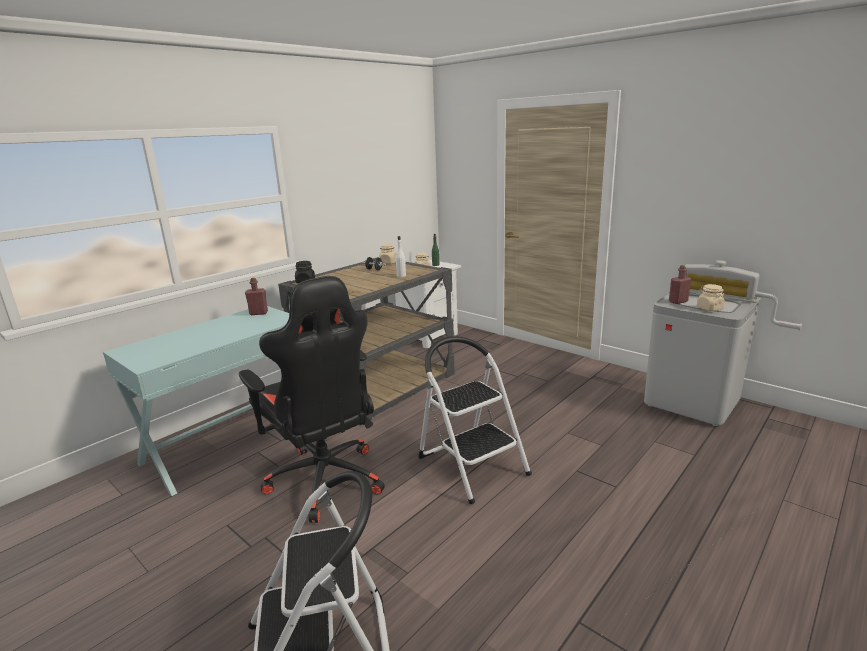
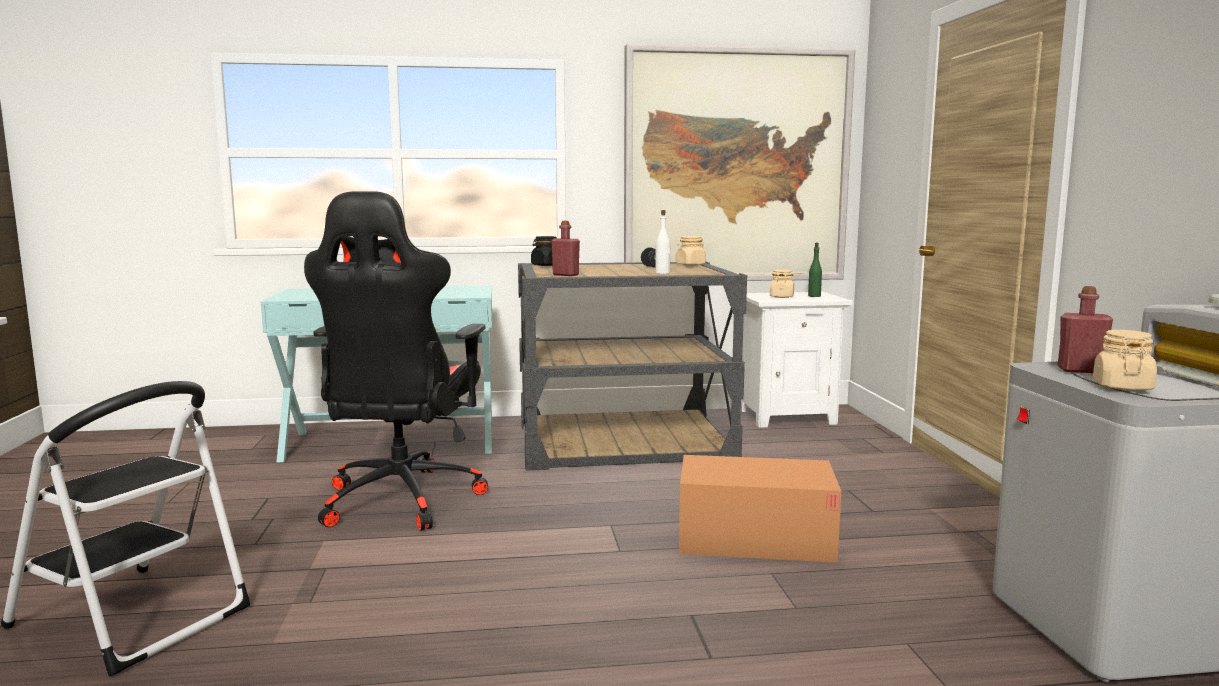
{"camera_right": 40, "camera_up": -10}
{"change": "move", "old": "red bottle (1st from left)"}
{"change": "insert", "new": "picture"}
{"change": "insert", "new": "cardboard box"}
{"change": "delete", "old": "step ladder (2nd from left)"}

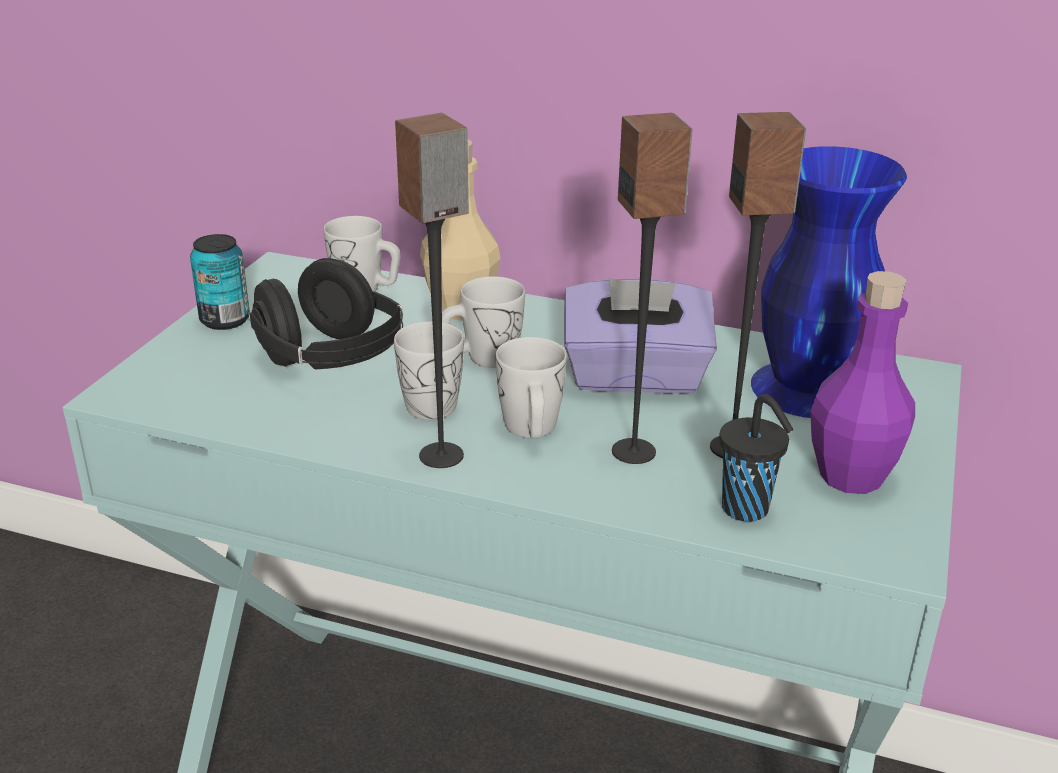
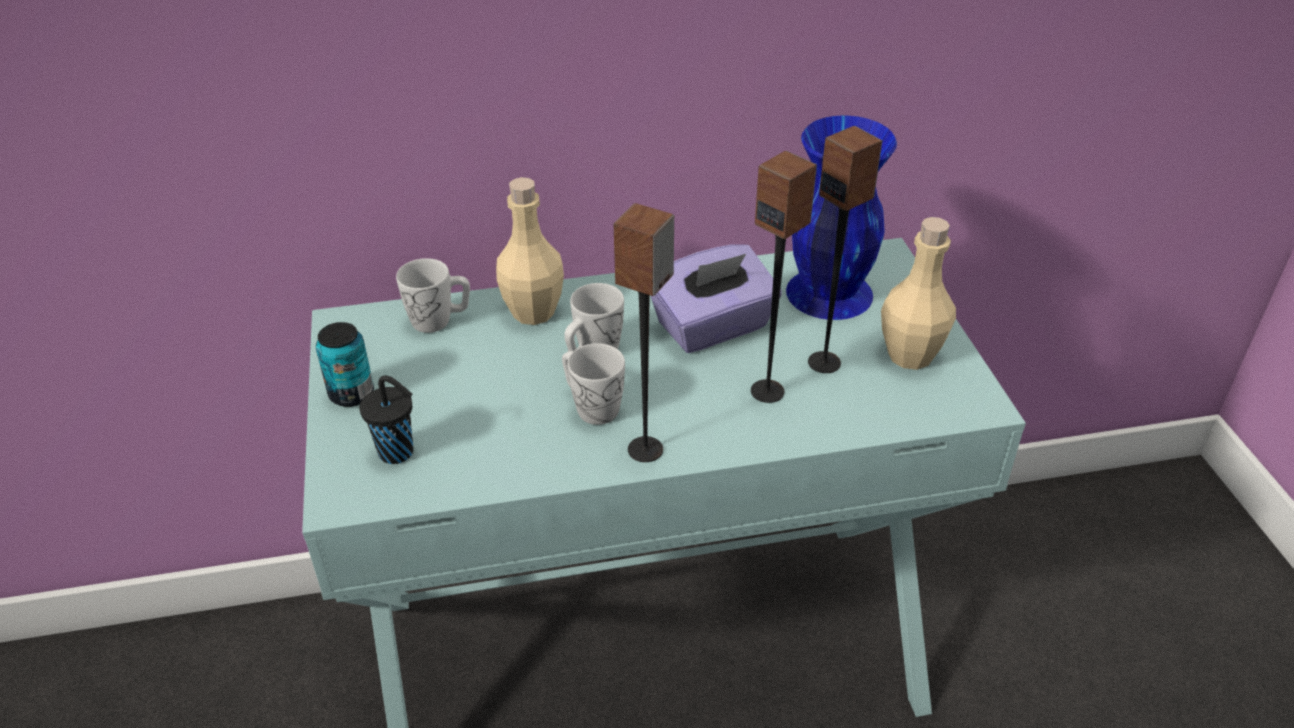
{"camera_right": -30, "camera_up": 10}
{"change": "move", "old": "black cup"}
{"change": "recolor", "old": "purple bottle", "new": "beige bottle (2nd from left)"}
{"change": "delete", "old": "black headphones"}
{"change": "delete", "old": "white mug (4th from left)"}

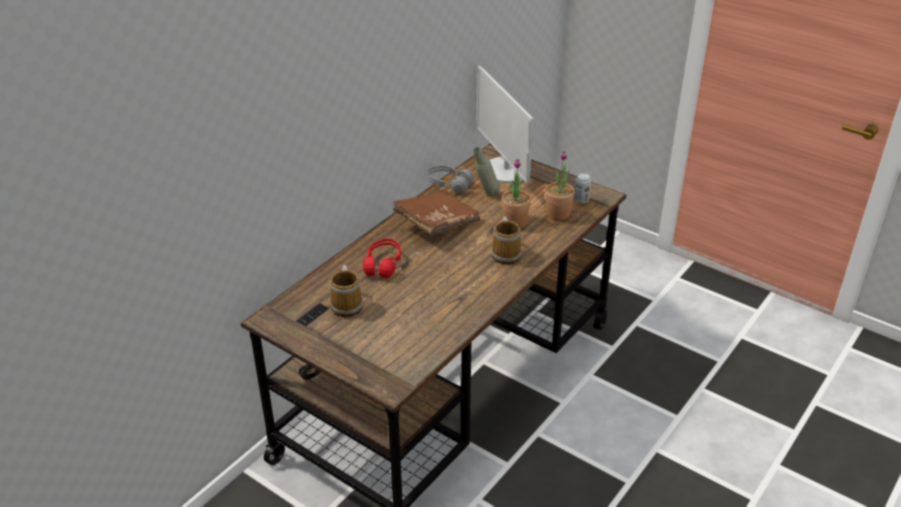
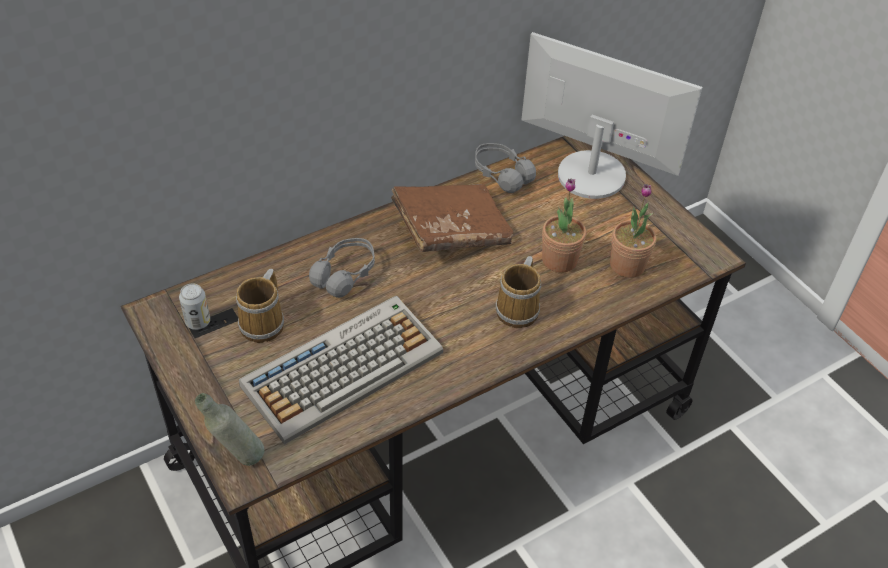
{"camera_right": 20, "camera_up": 10}
{"change": "move", "old": "can"}
{"change": "move", "old": "grey bottle"}
{"change": "insert", "new": "keyboard"}
{"change": "recolor", "old": "red headphones", "new": "grey headphones (1st from left)"}
{"change": "rotate", "old": "monitor", "degrees": 120}

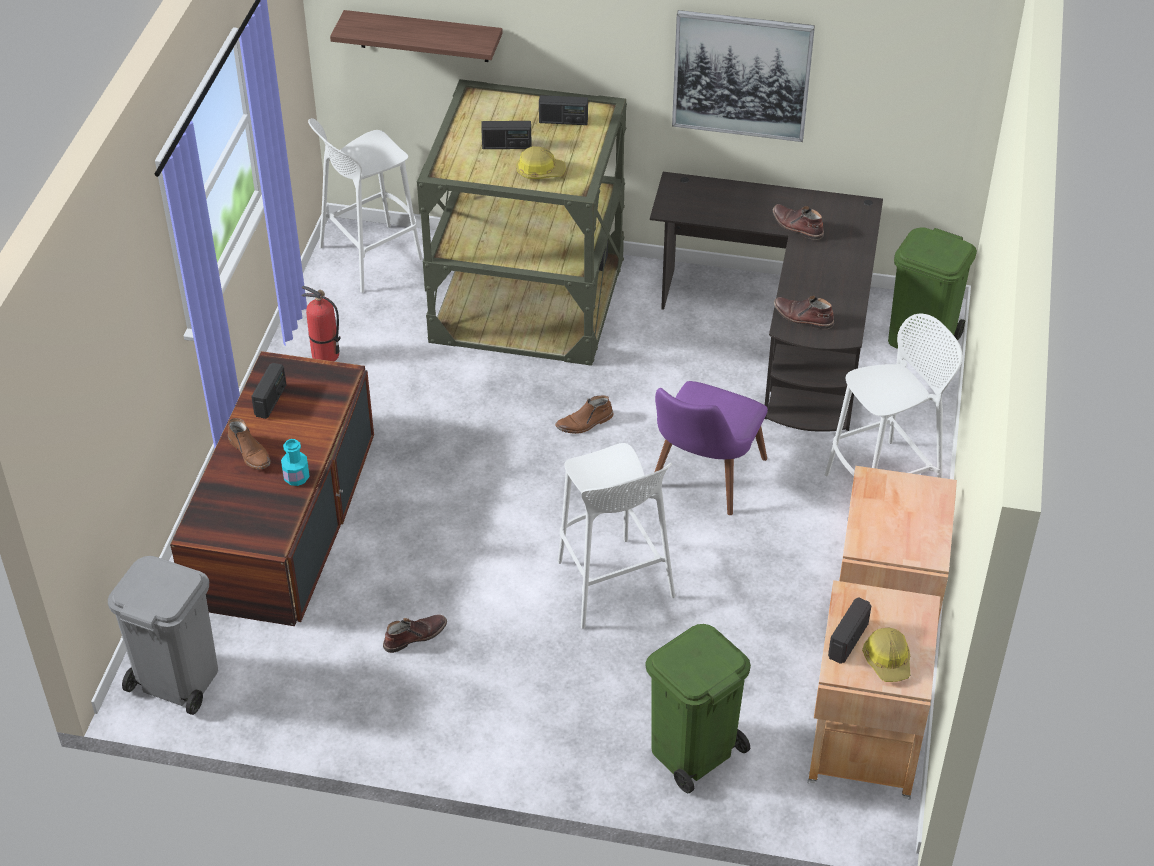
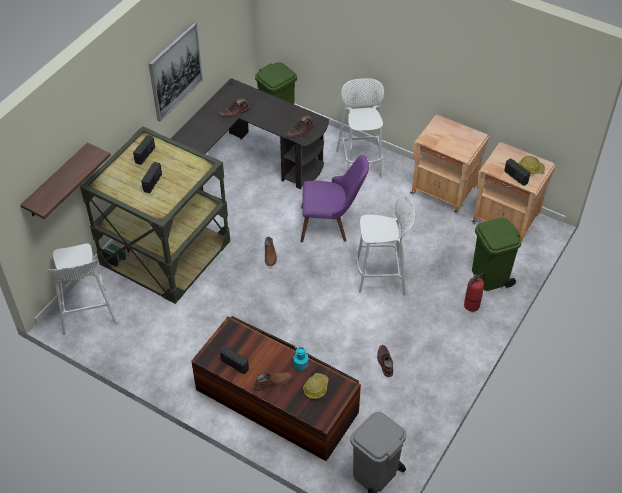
{"camera_right": -70, "camera_up": 5}
{"change": "rotate", "old": "purple chair", "degrees": -45}
{"change": "move", "old": "hard hat (1st from left)"}
{"change": "move", "old": "fire extinguisher"}

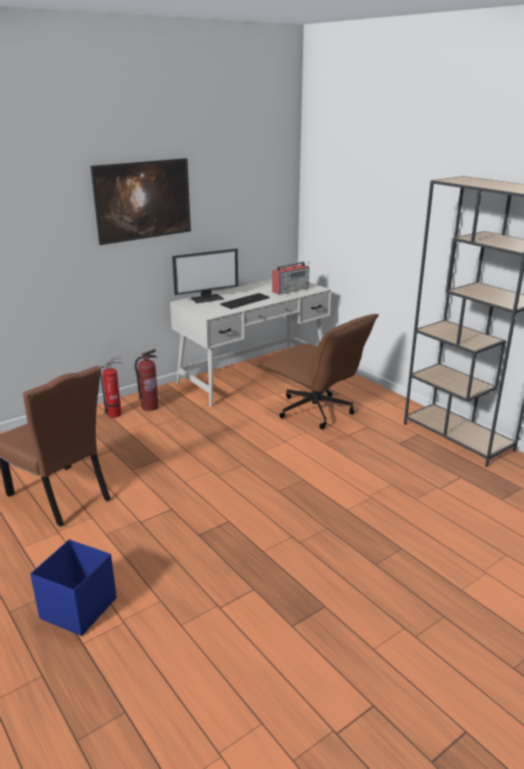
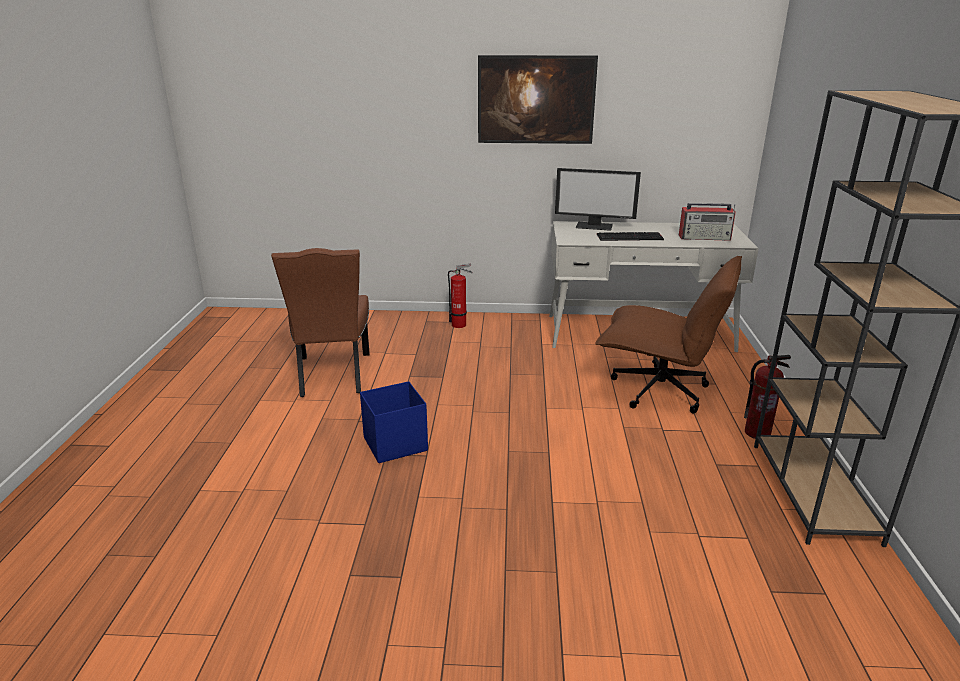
{"camera_right": 40, "camera_up": 0}
{"change": "move", "old": "blue storage box"}
{"change": "rotate", "old": "brown office chair", "degrees": -60}
{"change": "move", "old": "fire extinguisher (2nd from left)"}

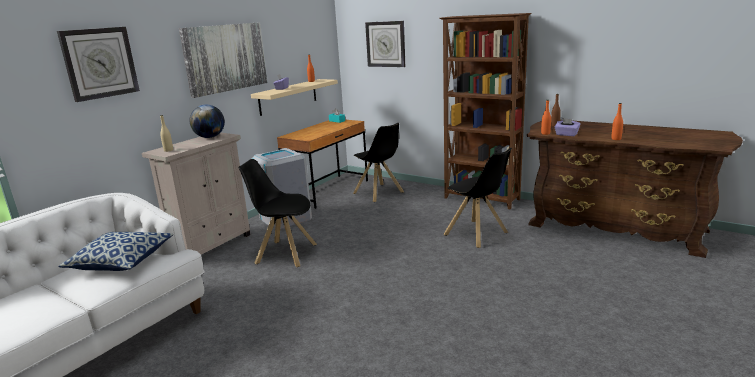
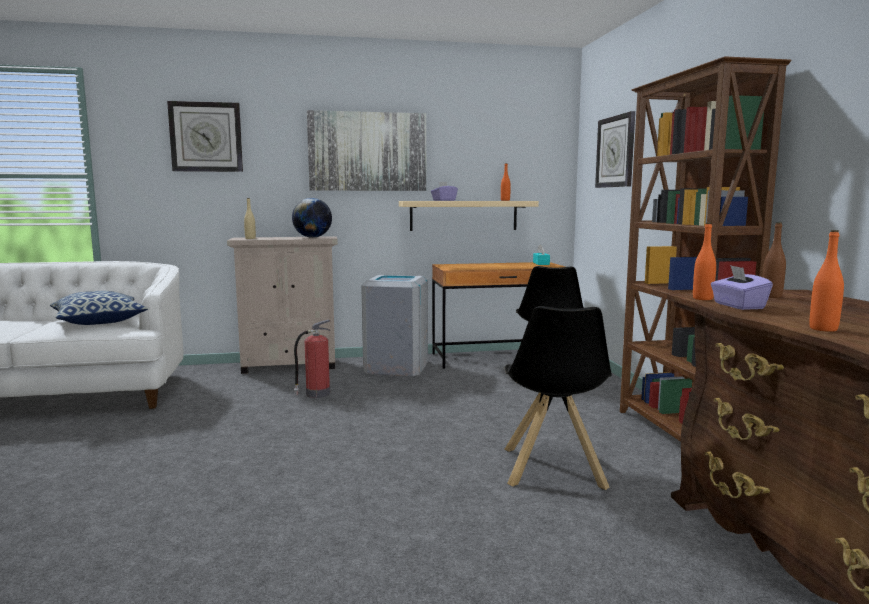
{"camera_right": 45, "camera_up": -10}
{"change": "replace", "old": "black chair (1st from left)", "new": "fire extinguisher"}

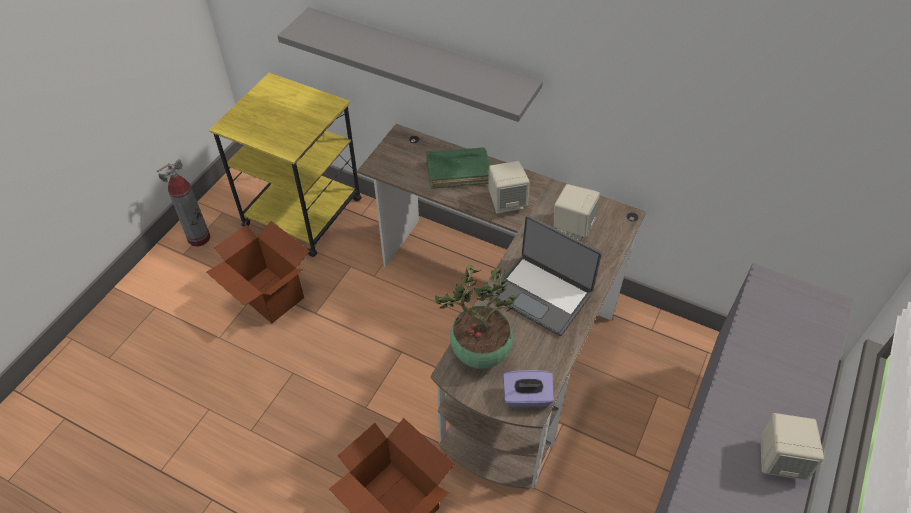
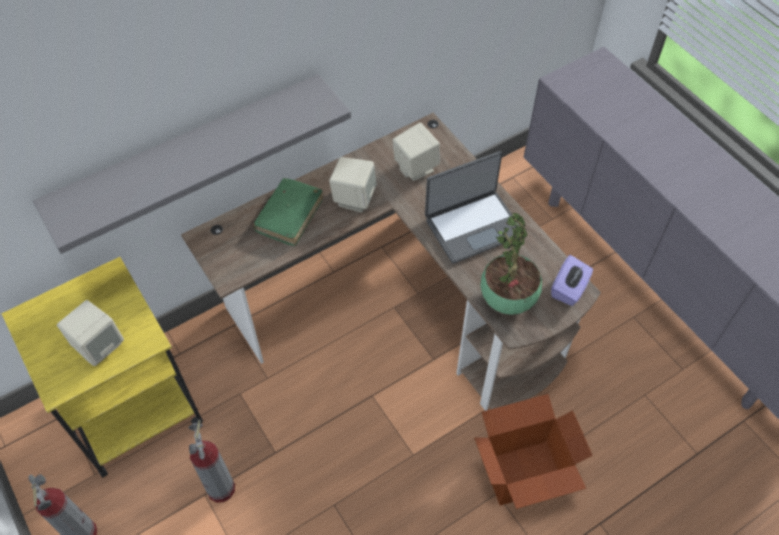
{"camera_right": -60, "camera_up": 5}
{"change": "move", "old": "beige speaker (3rd from left in the first image)", "new": "beige speaker (1st from left)"}
{"change": "replace", "old": "cardboard box (1st from left)", "new": "fire extinguisher (2nd from left)"}

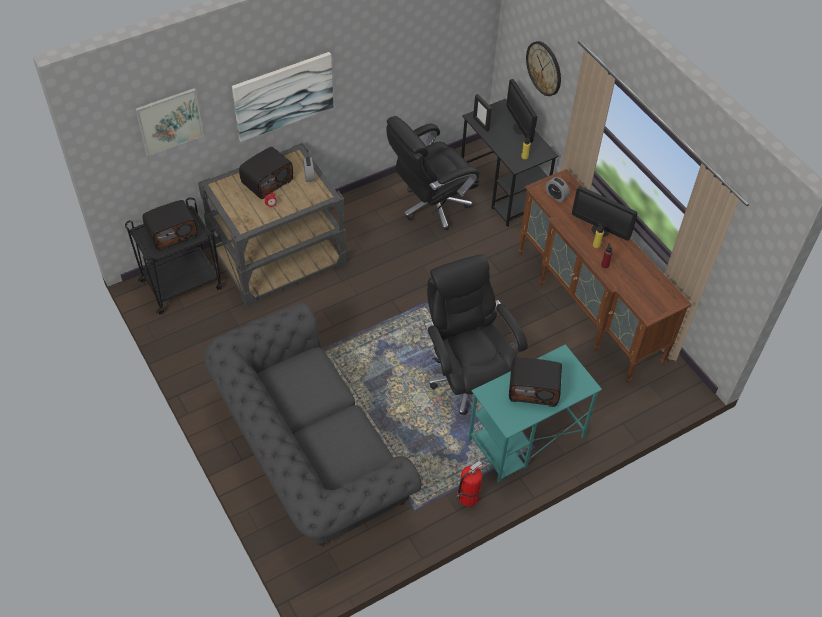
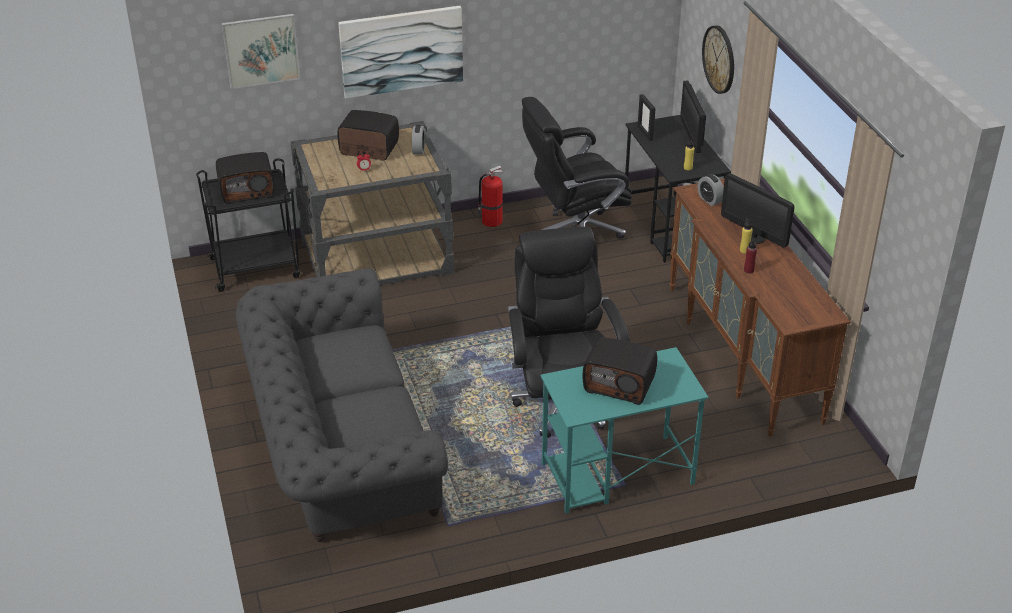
{"camera_right": 15, "camera_up": -15}
{"change": "rotate", "old": "radio (2nd from left)", "degrees": -135}
{"change": "move", "old": "fire extinguisher"}

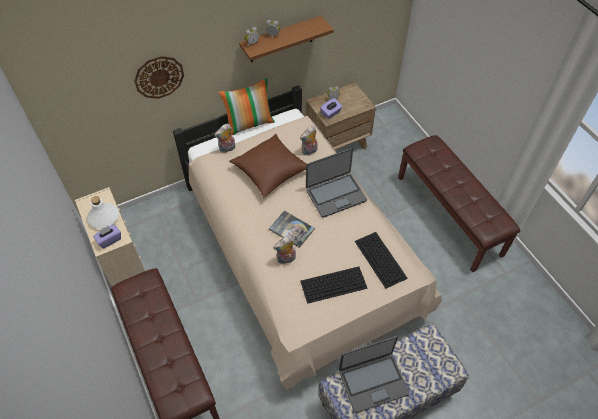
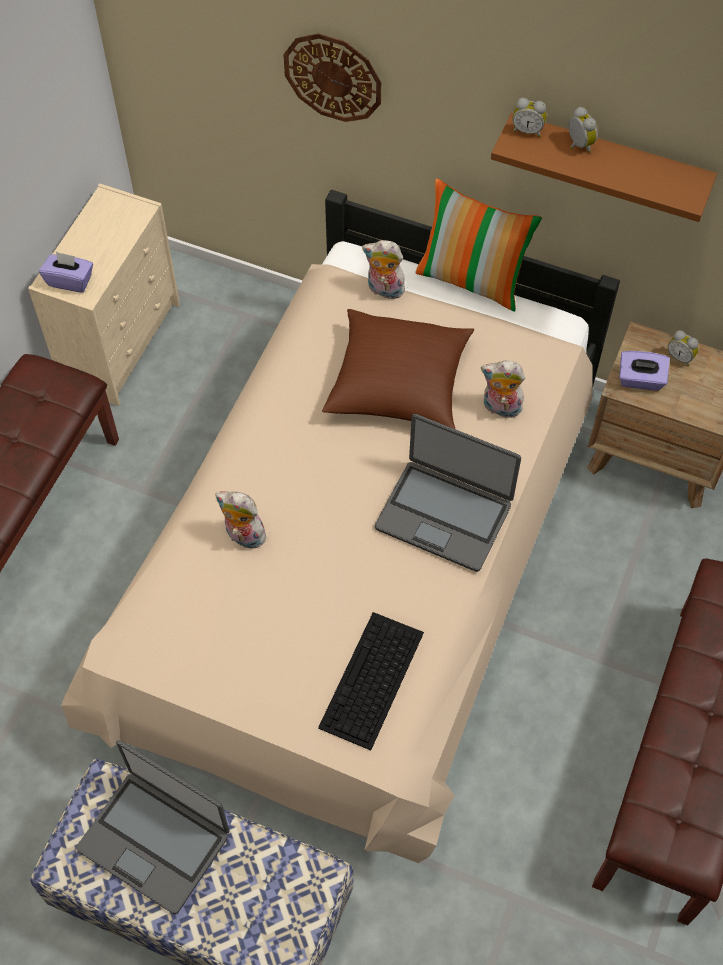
{"camera_right": 50, "camera_up": 5}
{"change": "delete", "old": "white bottle"}
{"change": "delete", "old": "book"}
{"change": "delete", "old": "keyboard (1st from left)"}

